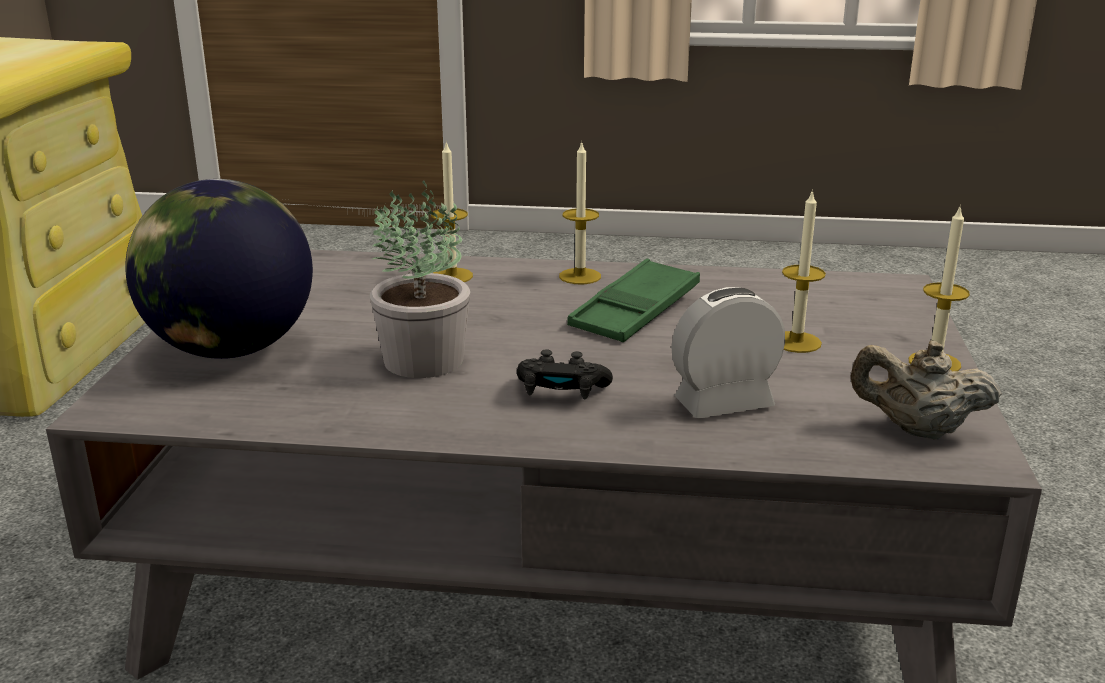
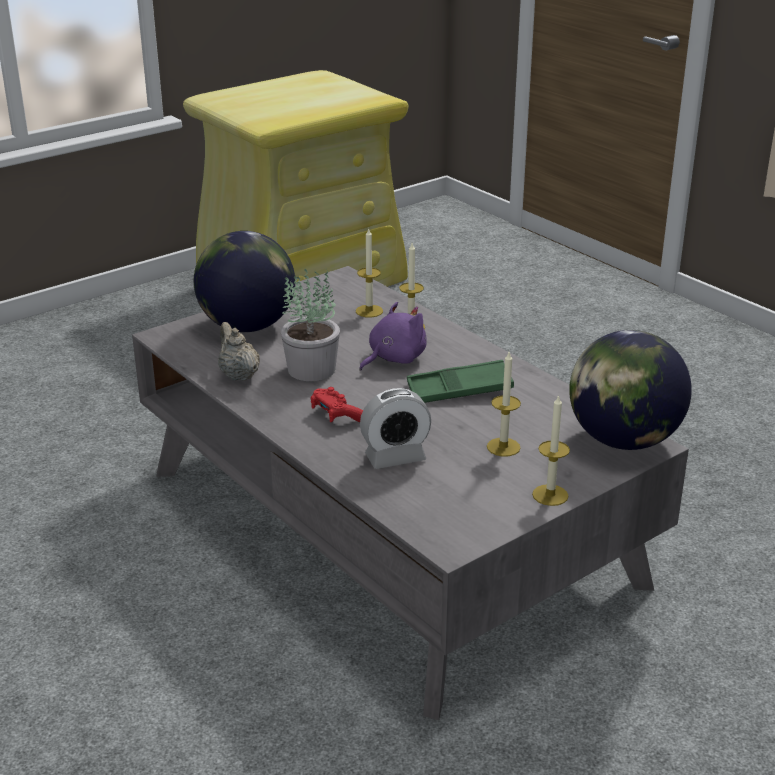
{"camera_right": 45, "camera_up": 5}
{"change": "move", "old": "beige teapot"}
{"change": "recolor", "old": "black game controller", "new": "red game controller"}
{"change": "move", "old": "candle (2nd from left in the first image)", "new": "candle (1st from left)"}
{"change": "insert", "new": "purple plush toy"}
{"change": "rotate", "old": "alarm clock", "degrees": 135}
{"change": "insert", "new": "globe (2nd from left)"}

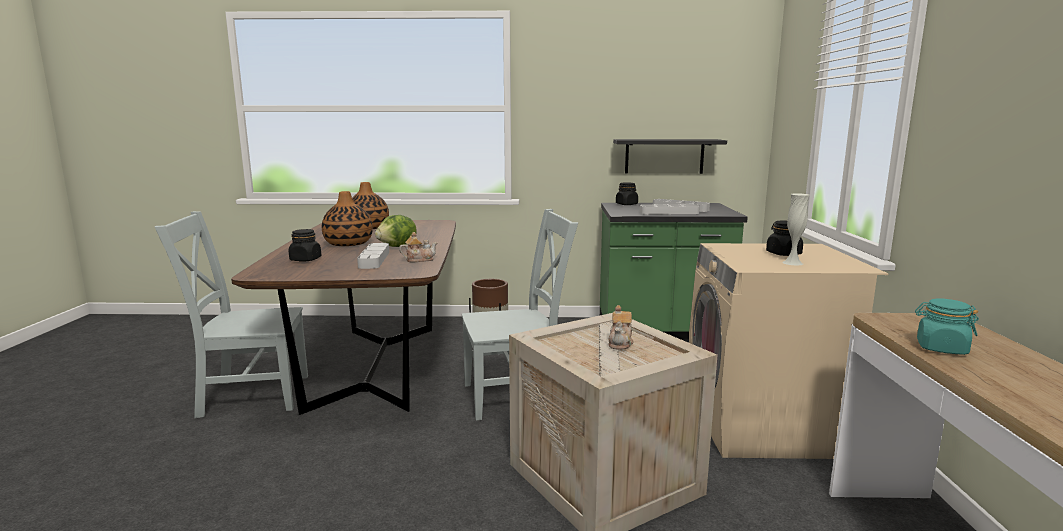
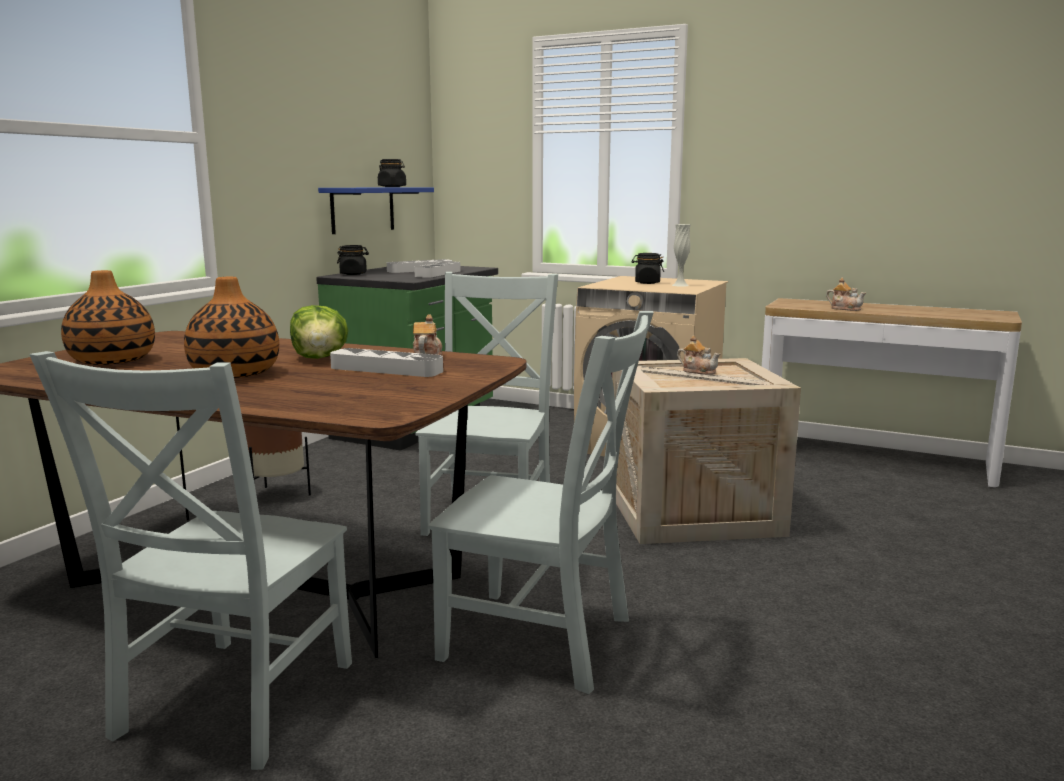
{"camera_right": -65, "camera_up": 0}
{"change": "recolor", "old": "black shelf", "new": "blue shelf"}
{"change": "move", "old": "black jar (1st from left in the first image)", "new": "black jar (2nd from left)"}
{"change": "insert", "new": "grey chair (3rd from left)"}
{"change": "replace", "old": "turquoise jar", "new": "teapot (3rd from left)"}

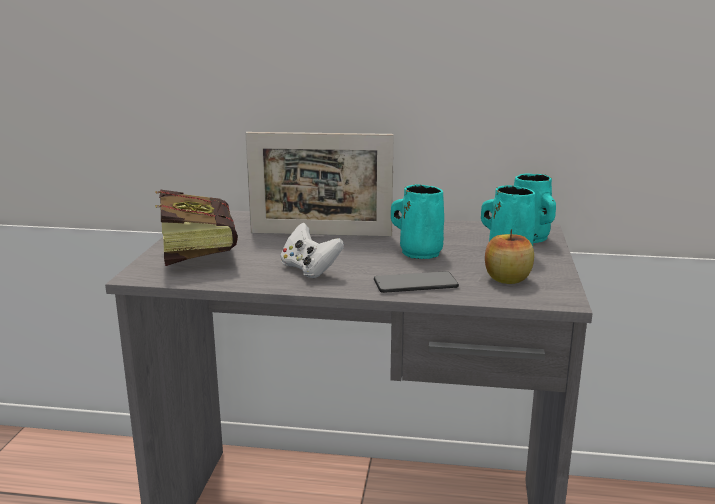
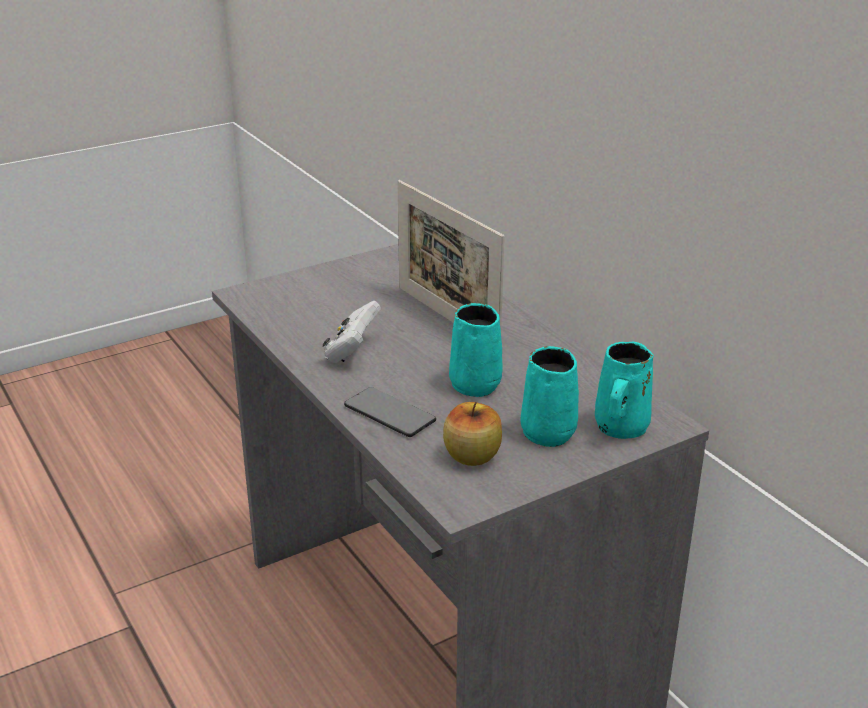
{"camera_right": 50, "camera_up": 10}
{"change": "delete", "old": "book"}

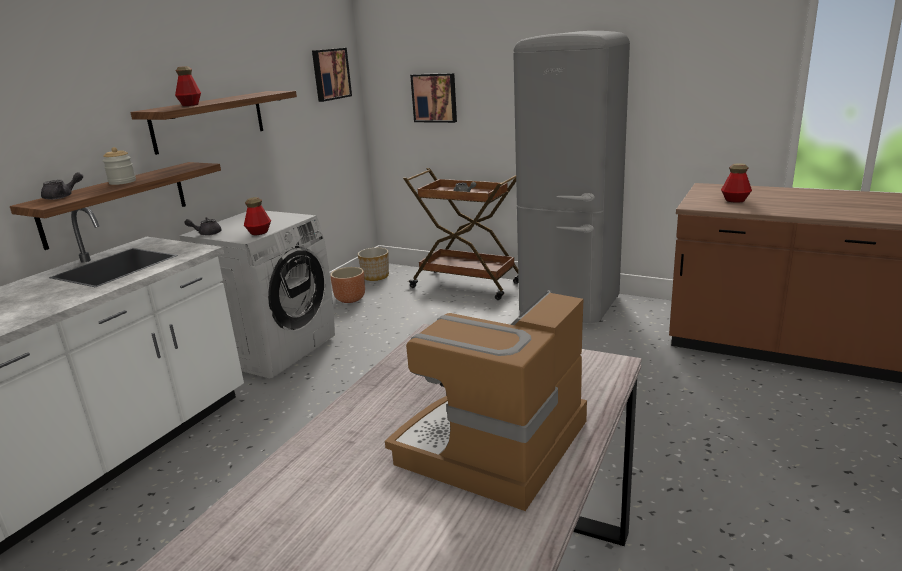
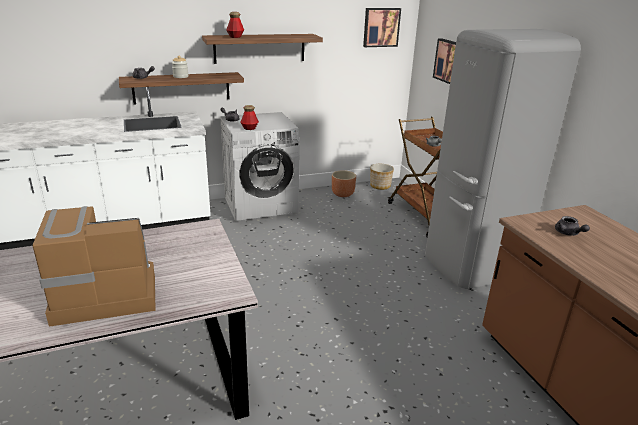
{"camera_right": 40, "camera_up": 5}
{"change": "replace", "old": "bottle (3rd from left)", "new": "grey teapot (4th from left)"}

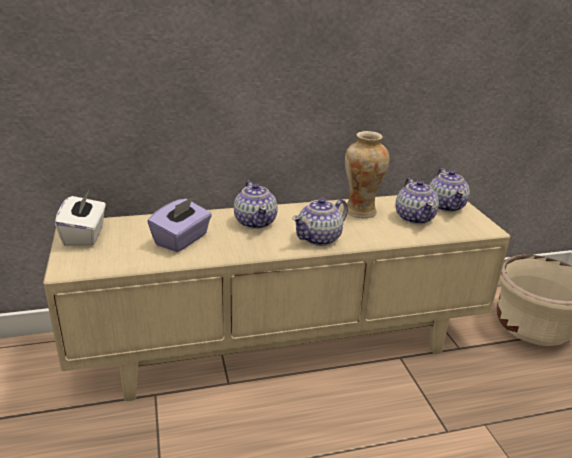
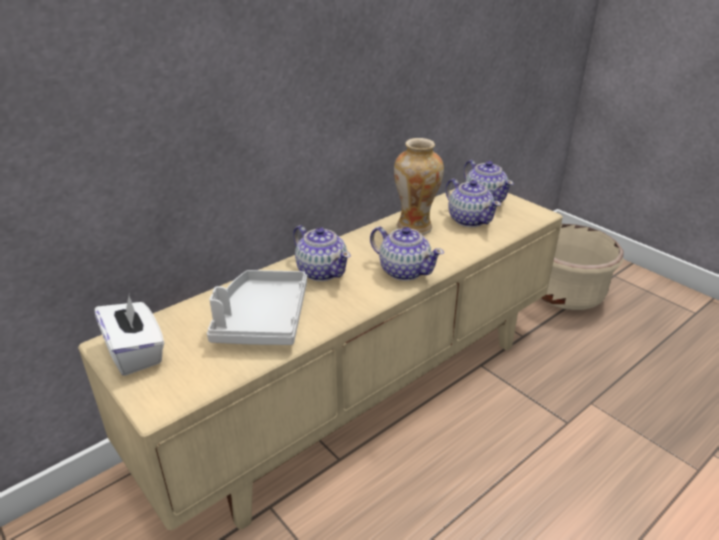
{"camera_right": -25, "camera_up": 5}
{"change": "replace", "old": "purple tissue box", "new": "grey tray"}
{"change": "rotate", "old": "teapot (2nd from left)", "degrees": -75}

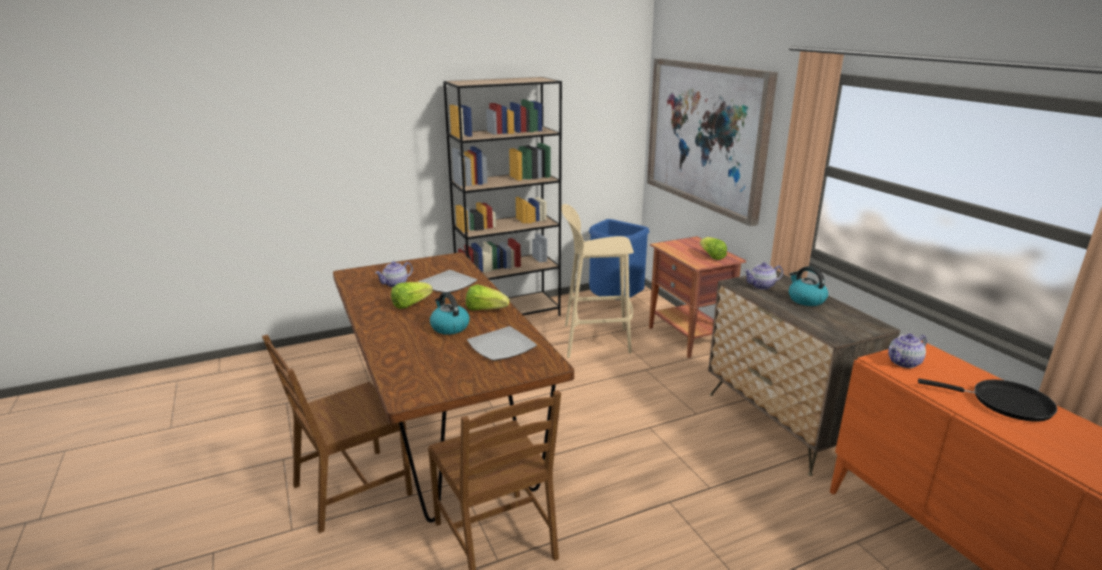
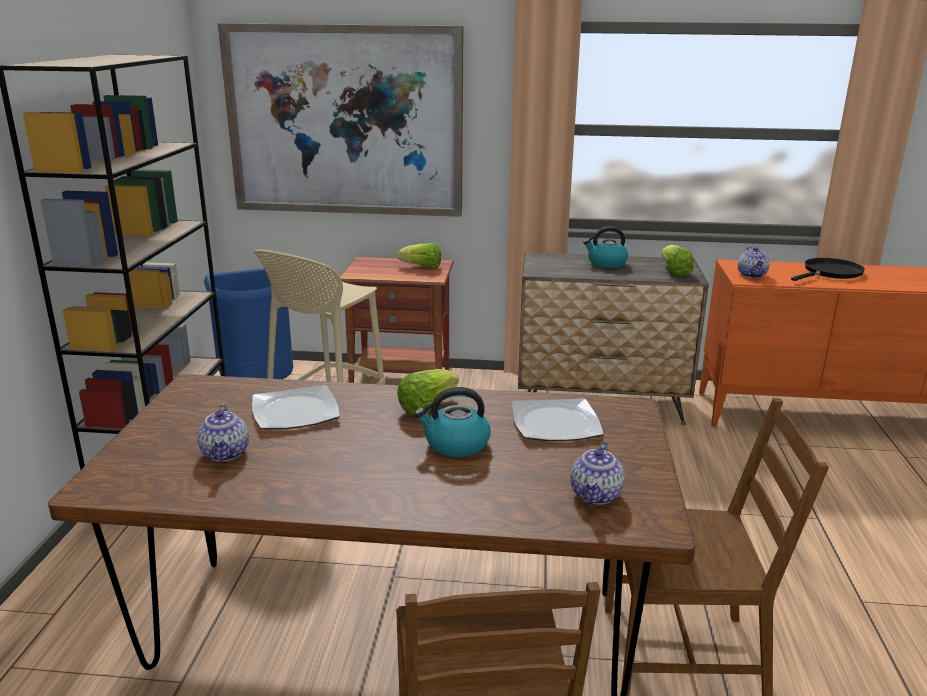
{"camera_right": -60, "camera_up": 0}
{"change": "move", "old": "teapot (2nd from left)"}
{"change": "move", "old": "lettuce (1st from left in the first image)", "new": "lettuce (3rd from left)"}

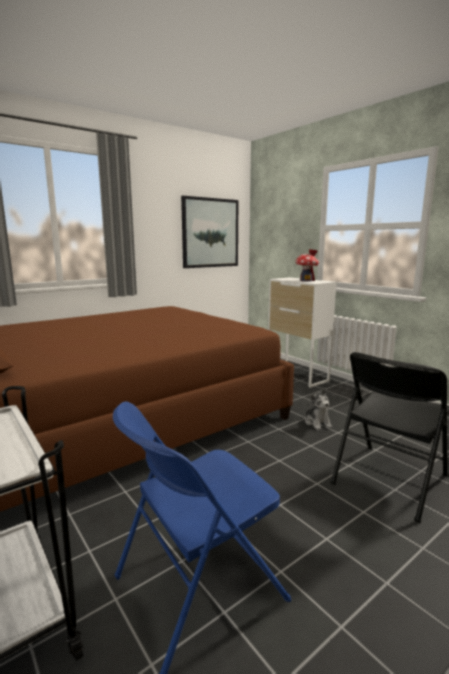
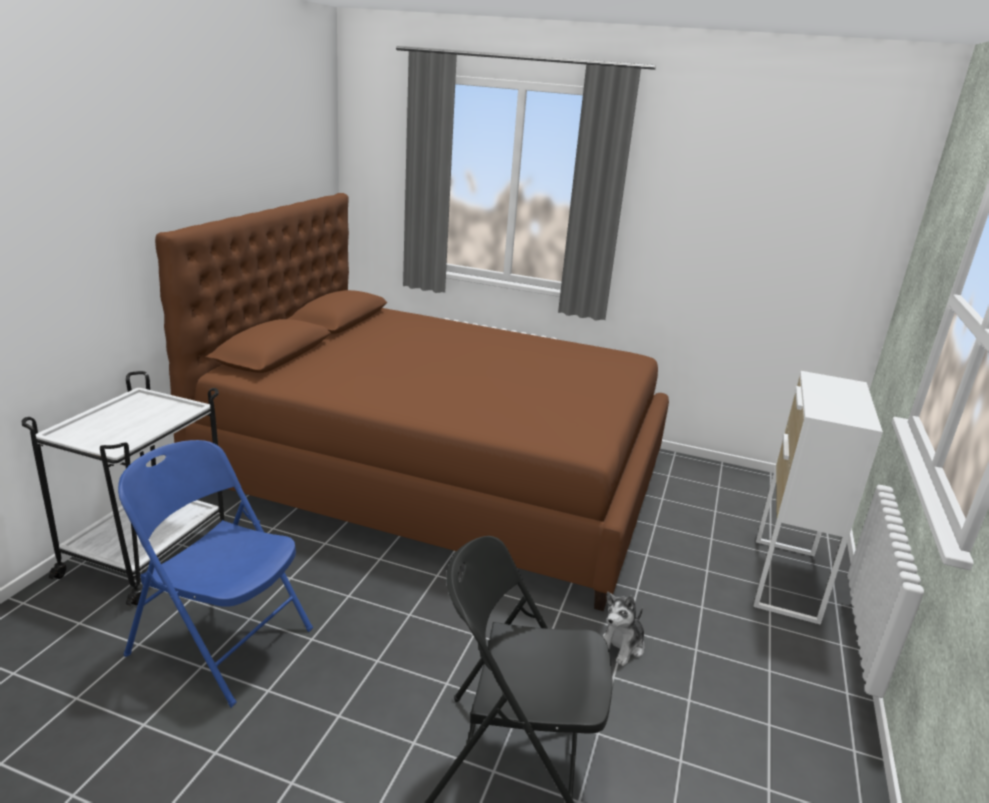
{"camera_right": 55, "camera_up": 10}
{"change": "delete", "old": "picture"}
{"change": "delete", "old": "toy house"}

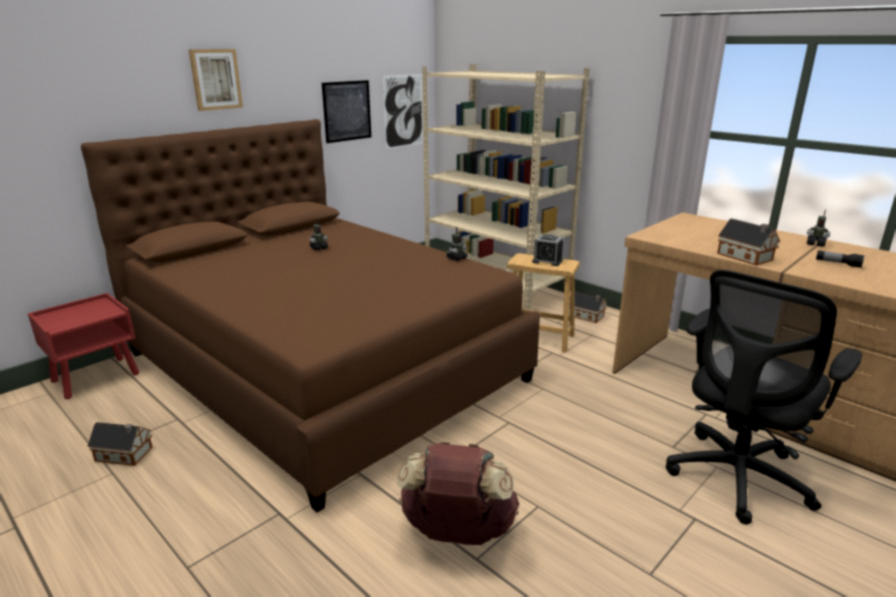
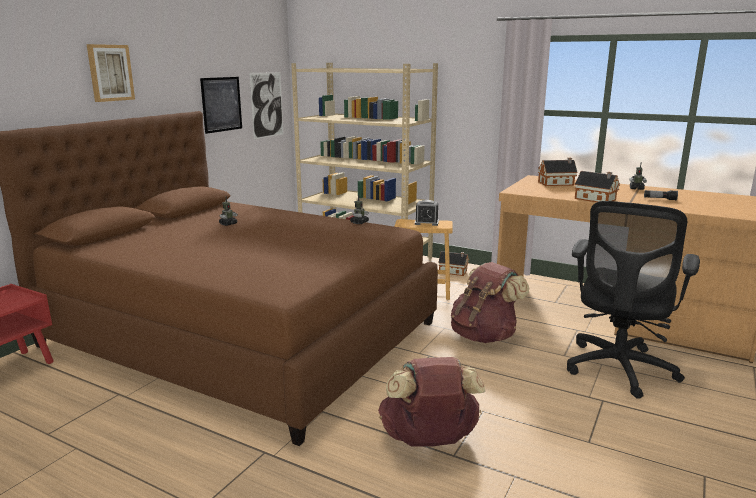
{"camera_right": -15, "camera_up": -5}
{"change": "insert", "new": "brown backpack (2nd from left)"}
{"change": "move", "old": "toy house (1st from left in the first image)", "new": "toy house (2nd from left)"}

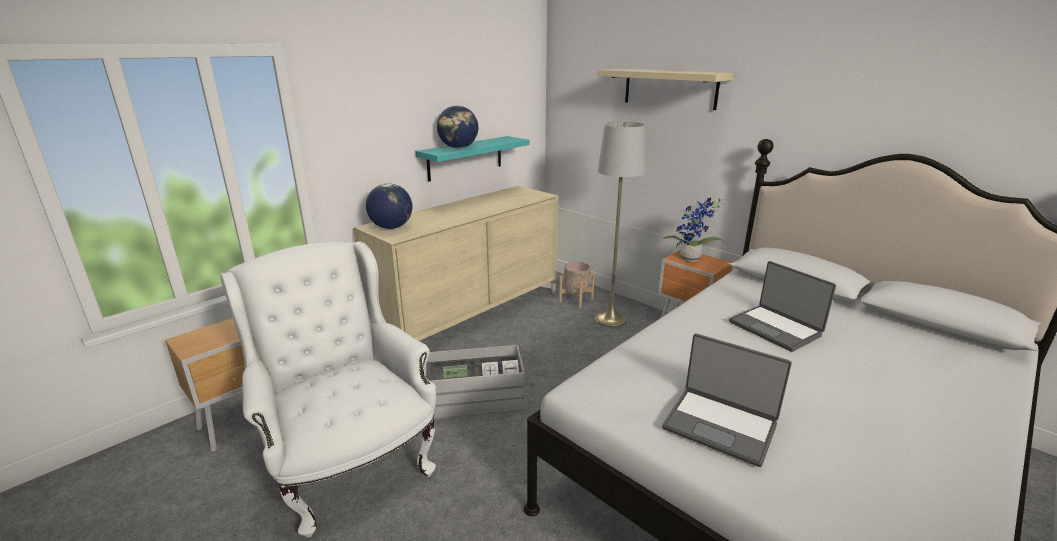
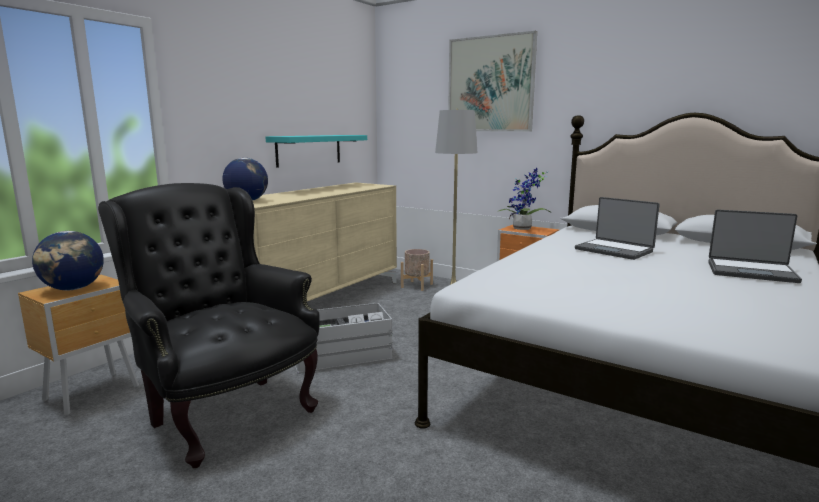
{"camera_right": -10, "camera_up": -10}
{"change": "move", "old": "globe (2nd from left in the first image)", "new": "globe (1st from left)"}
{"change": "recolor", "old": "white armchair", "new": "black armchair"}
{"change": "replace", "old": "beige shelf", "new": "picture"}
{"change": "move", "old": "laptop (1st from left in the first image)", "new": "laptop (2nd from left)"}

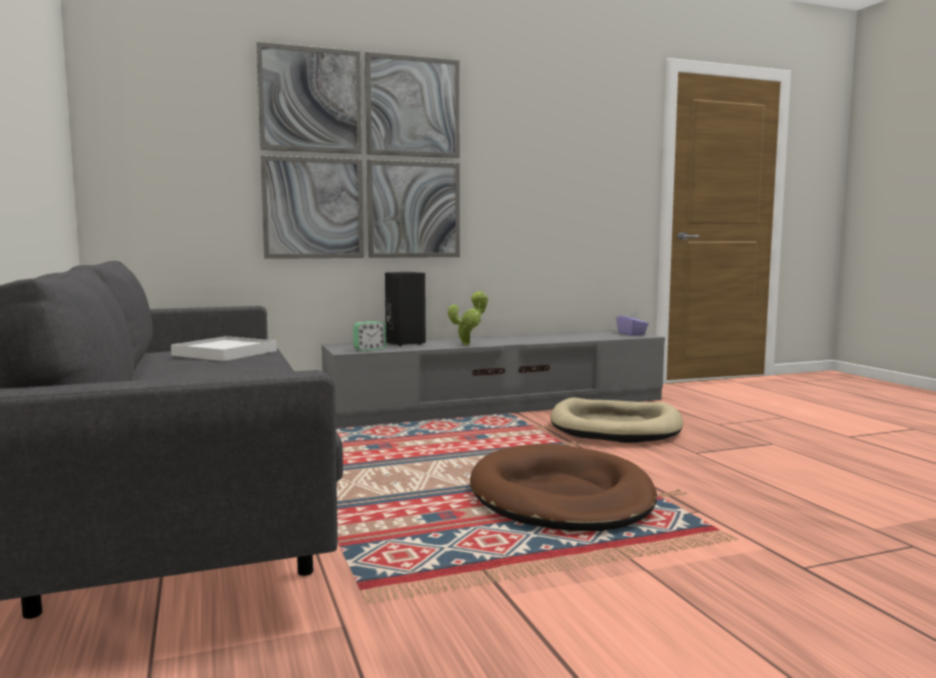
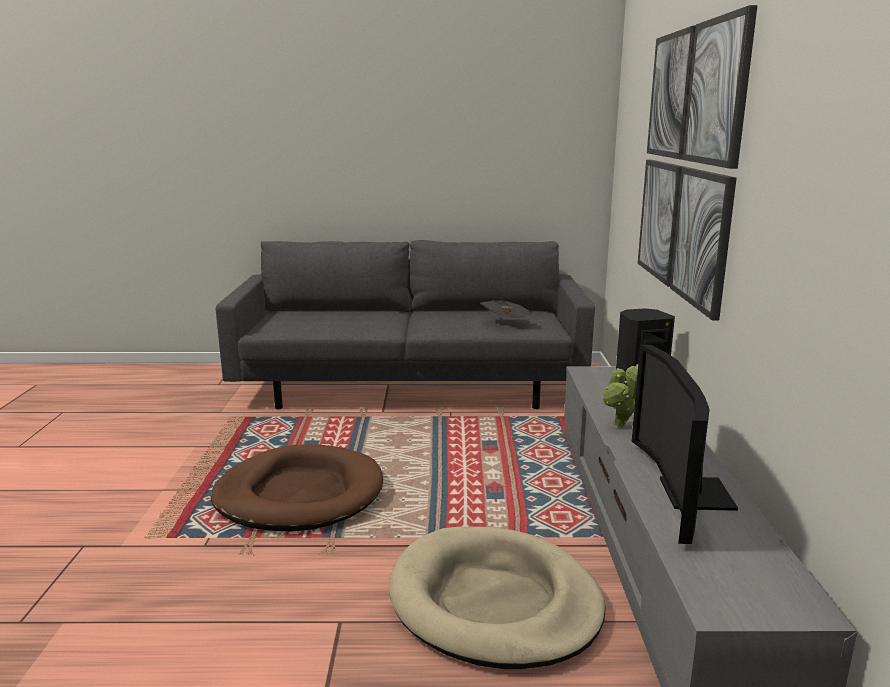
{"camera_right": 110, "camera_up": 10}
{"change": "replace", "old": "white tray", "new": "newspaper"}
{"change": "insert", "new": "television"}
{"change": "delete", "old": "alarm clock"}
{"change": "delete", "old": "purple tissue box"}

